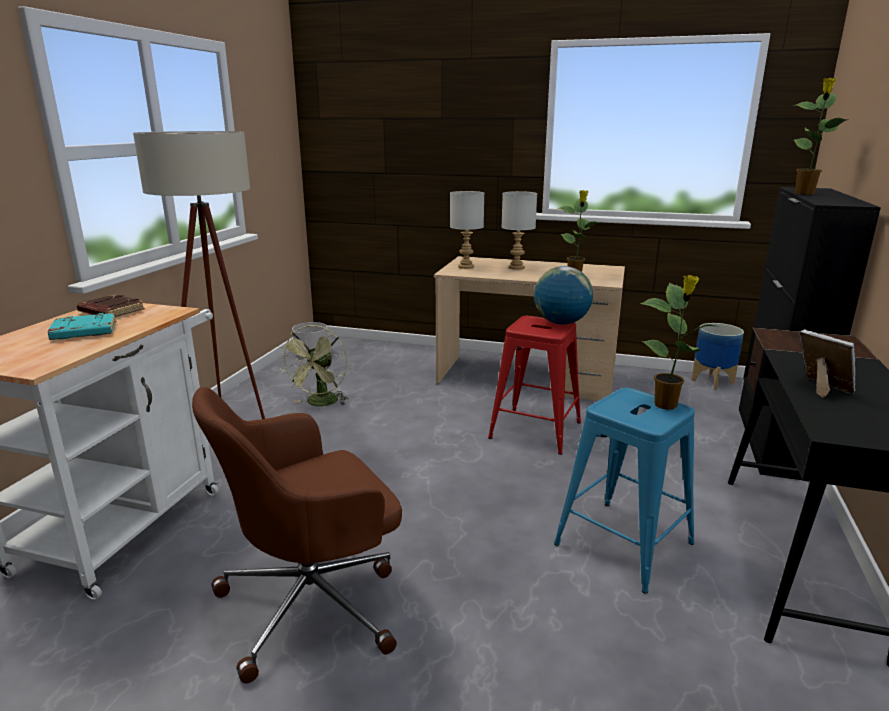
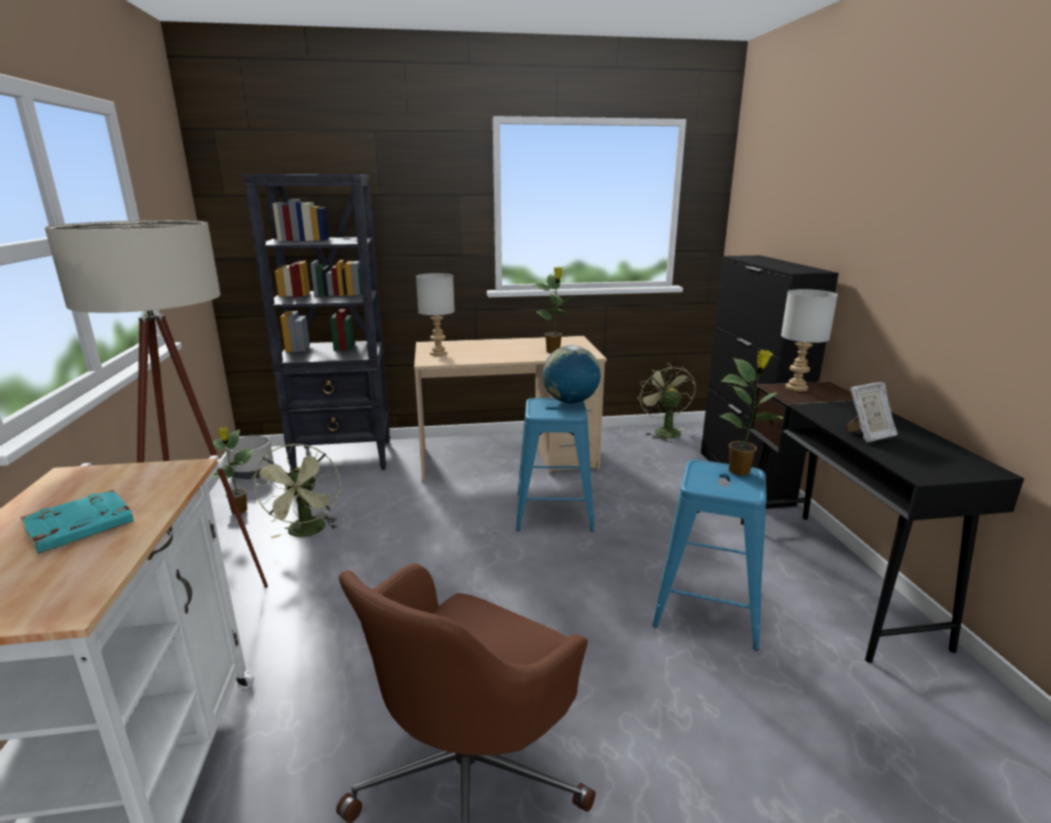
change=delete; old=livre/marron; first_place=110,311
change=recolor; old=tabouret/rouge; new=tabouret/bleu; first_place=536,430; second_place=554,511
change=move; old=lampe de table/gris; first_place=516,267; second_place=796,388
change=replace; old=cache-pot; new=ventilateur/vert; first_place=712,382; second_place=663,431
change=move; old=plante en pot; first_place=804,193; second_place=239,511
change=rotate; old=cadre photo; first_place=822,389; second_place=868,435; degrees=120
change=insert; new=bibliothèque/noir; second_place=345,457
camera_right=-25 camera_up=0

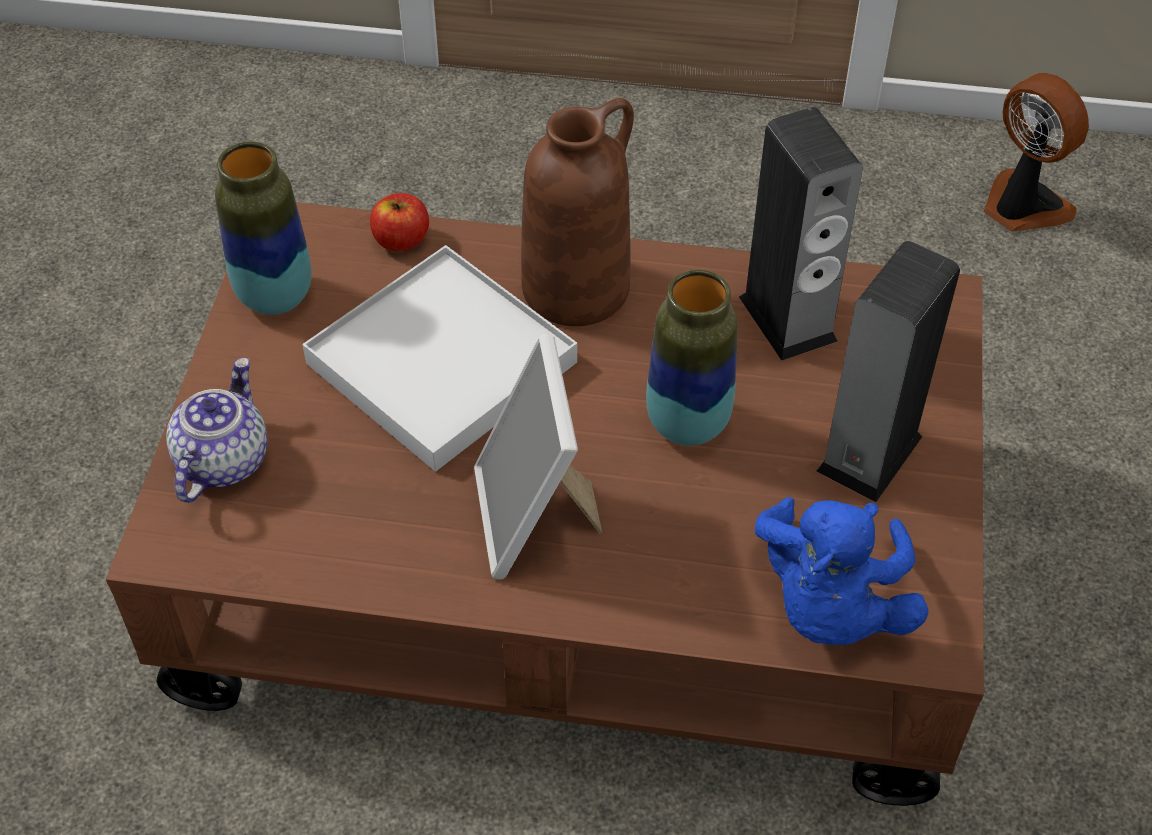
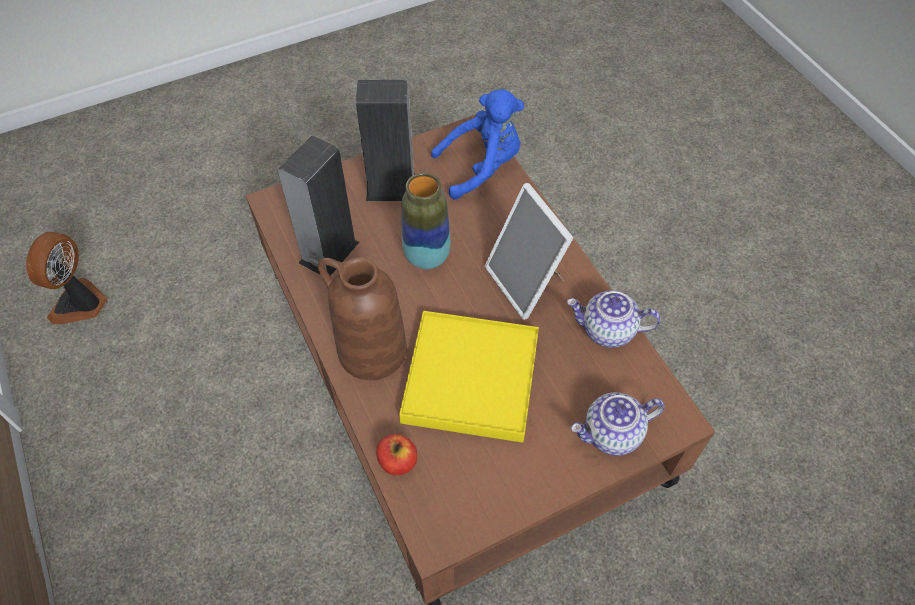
change=delete; old=vase; first_place=275,296
change=recolor; old=plateau/blanc; new=plateau/jaune; first_place=441,364; second_place=471,378
change=rotate; old=cadre photo; first_place=535,518; second_place=527,283; degrees=105
change=insert; new=théière; second_place=607,330
camera_right=-125 camera_up=5

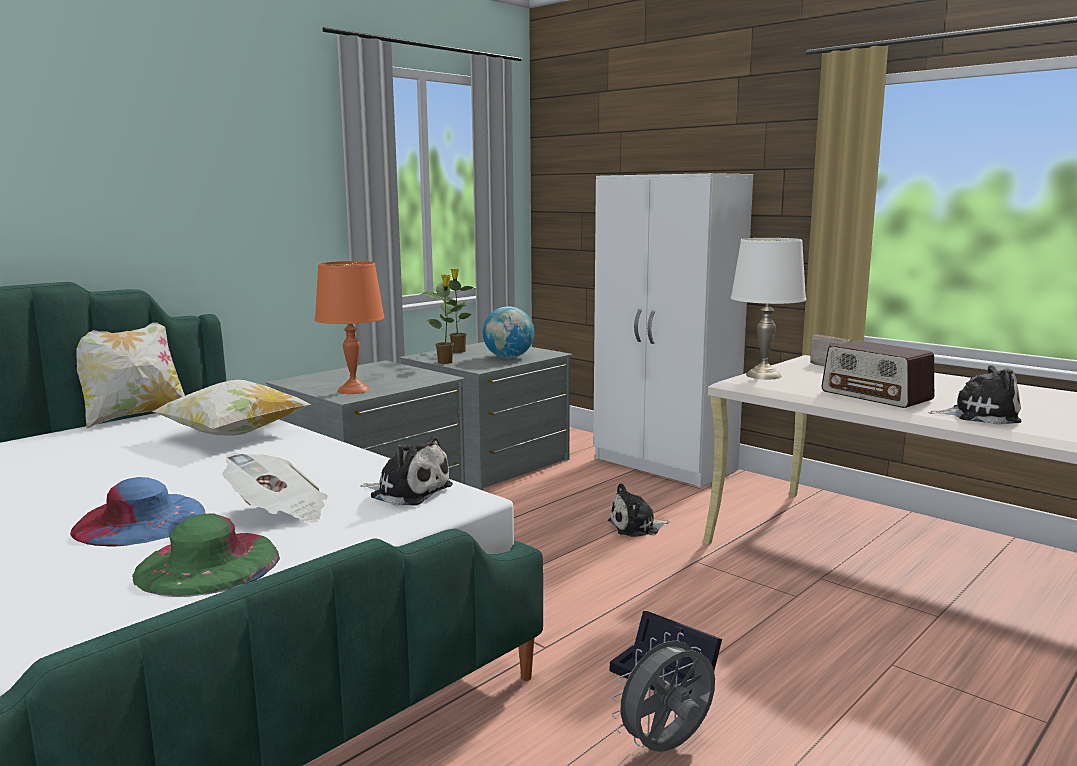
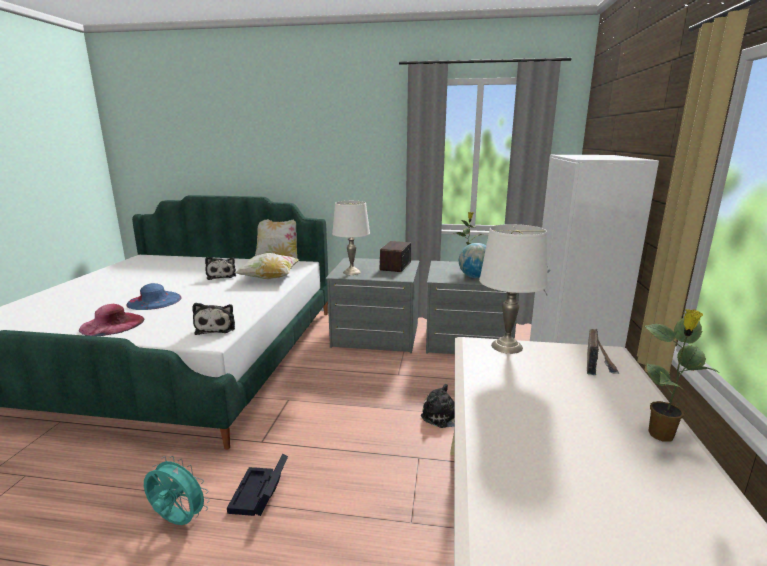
change=recolor; old=chapeau/vert; new=chapeau/rose; first_place=208,564; second_place=112,324
change=delete; old=journal; first_place=279,512
change=recolor; old=lampe de table/orange; new=lampe de table/blanc; first_place=353,390; second_place=351,272
change=move; old=plante en pot; first_place=446,362; second_place=661,436
change=recolor; old=ventilateur/gris; new=ventilateur/turquoise; first_place=667,748; second_place=178,521
change=move; old=radio; first_place=876,396; second_place=395,266
change=move; old=peluche; first_place=980,415; second_place=221,276
camera_right=55 camera_up=5

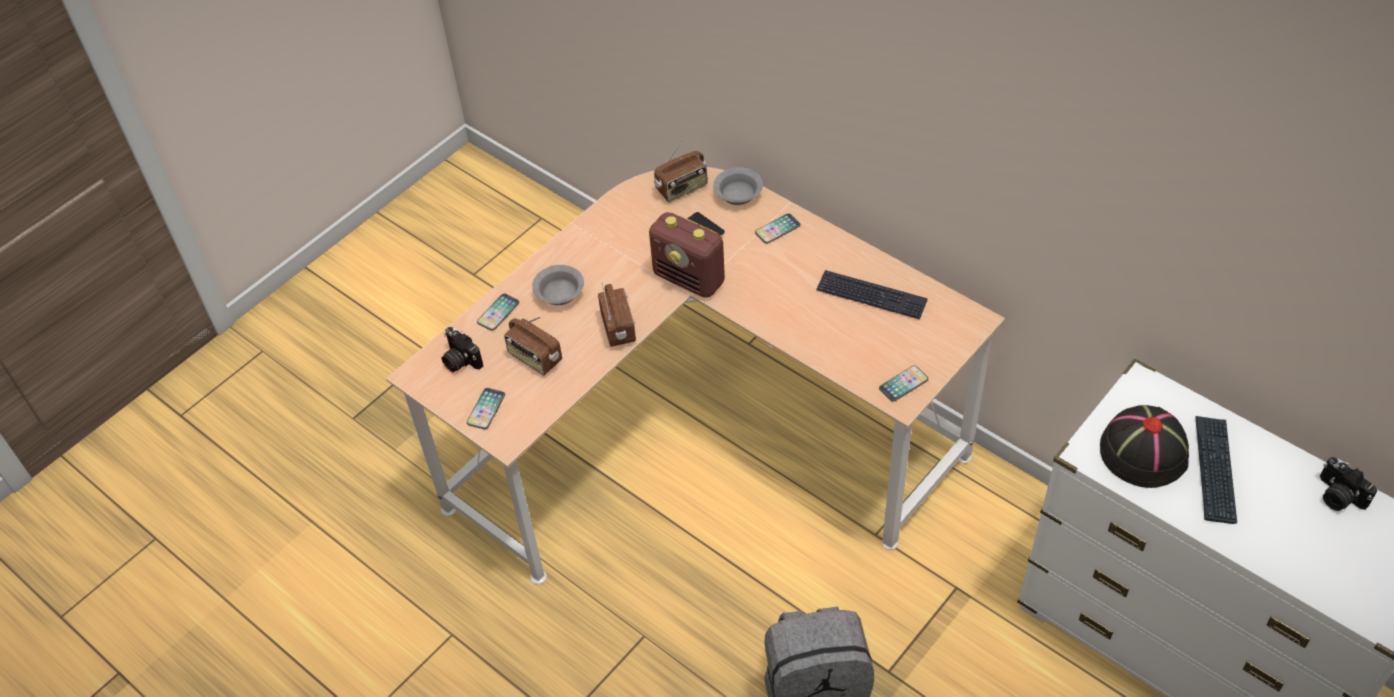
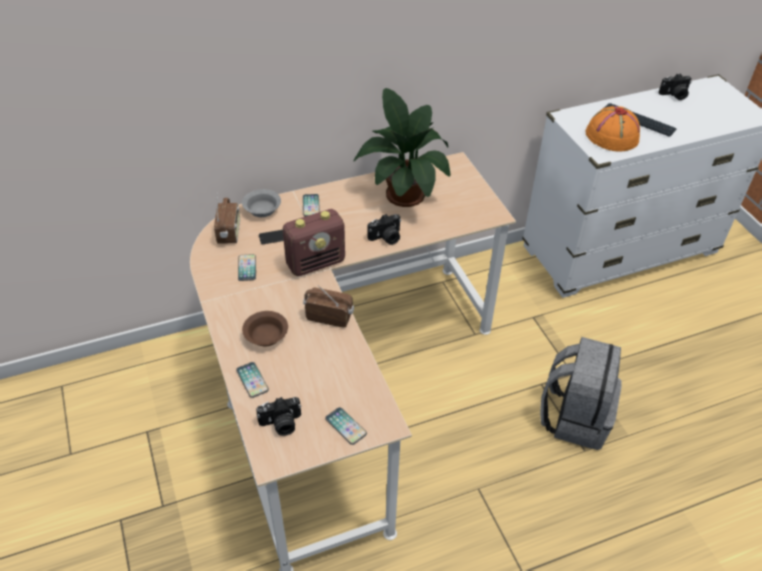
change=delete; old=radio; first_place=534,359
change=recolor; old=bol/gris; new=bol/marron; first_place=558,293; second_place=265,336
change=replace; old=clavier; new=plante en pot; first_place=871,296; second_place=403,192
change=move; old=téléphone; first_place=903,384; second_place=247,268
change=recolor; old=chapeau/noir; new=chapeau/orange; first_place=1143,451; second_place=611,136
change=insert; new=appareil photo; second_place=386,238
camera_right=-65 camera_up=-5

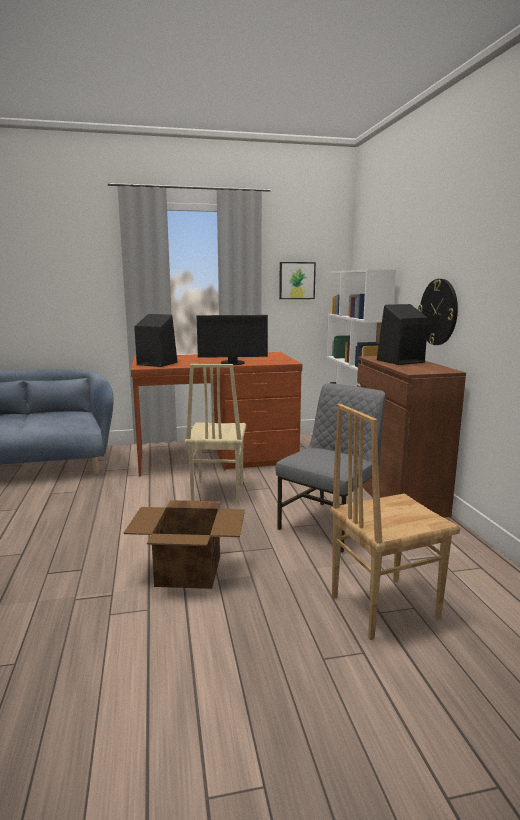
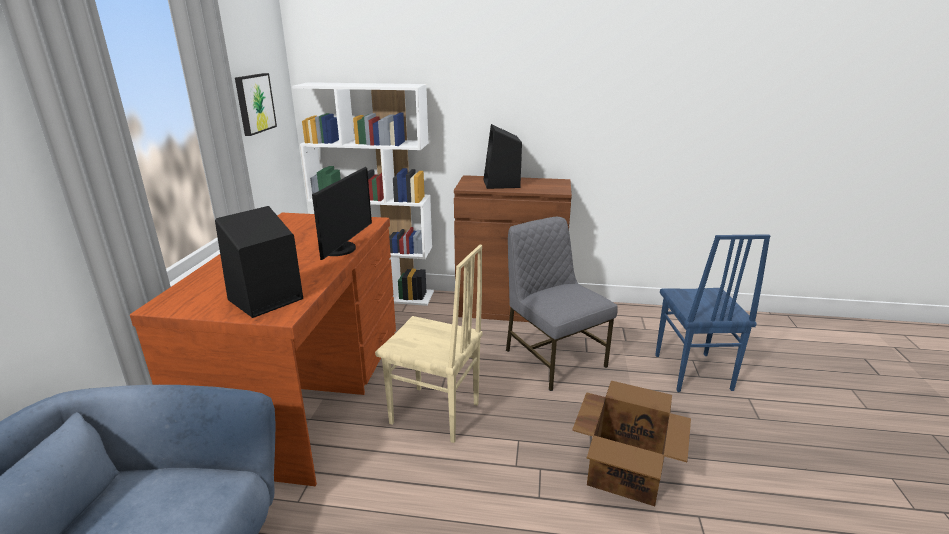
change=recolor; old=chaise/marron; new=chaise/bleu; first_place=382,606; second_place=691,372
change=delete; old=horloge murale; first_place=438,312
camera_right=-70 camera_up=10

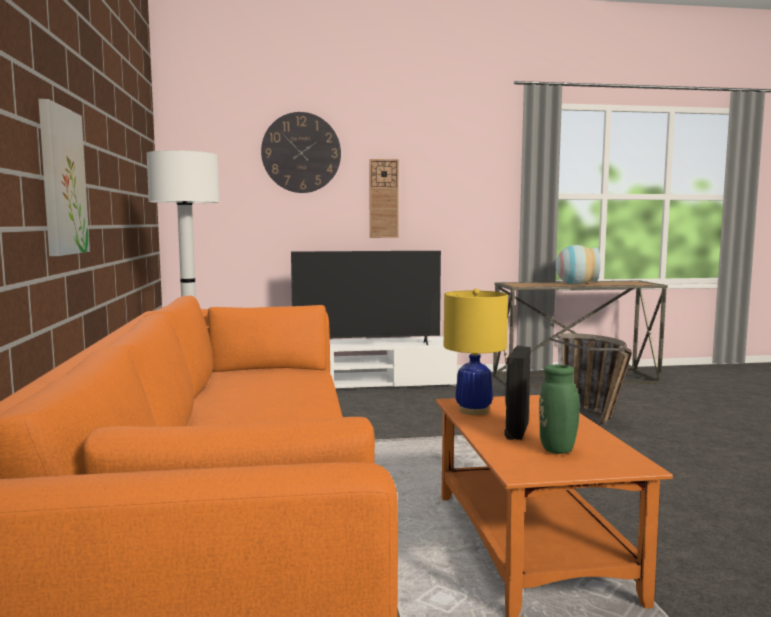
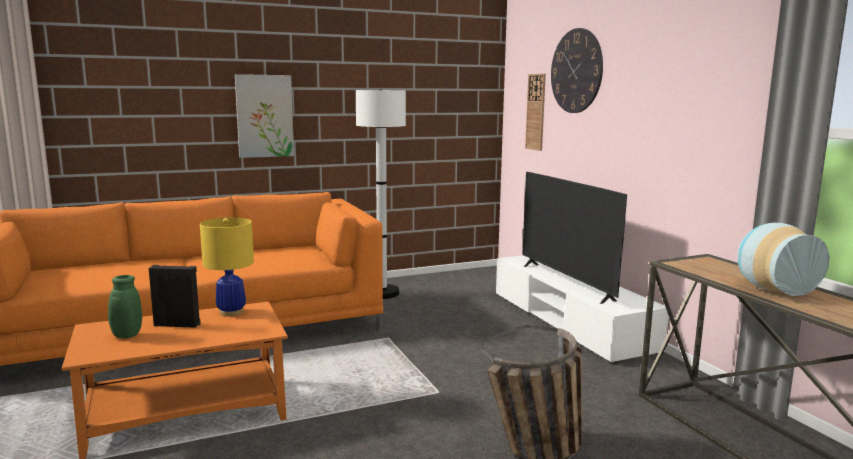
change=move; old=horloge murale; first_place=383,198; second_place=536,112
camera_right=75 camera_up=5

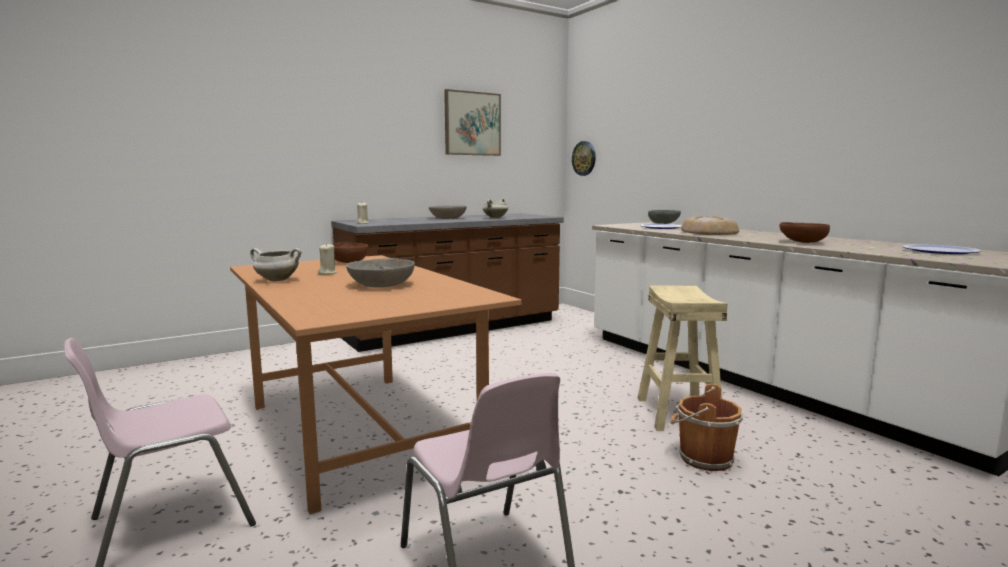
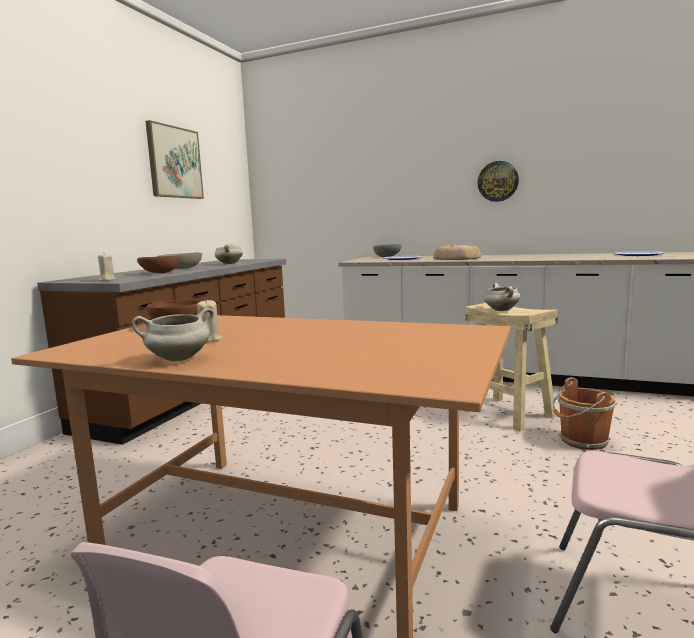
change=delete; old=bol/gris; first_place=381,285
change=move; old=horloge murale; first_place=584,158; second_place=498,181
change=move; old=bol/marron; first_place=802,242; second_place=159,273
change=insert; new=marmite/blanc; second_place=501,310
camera_right=-35 camera_up=0

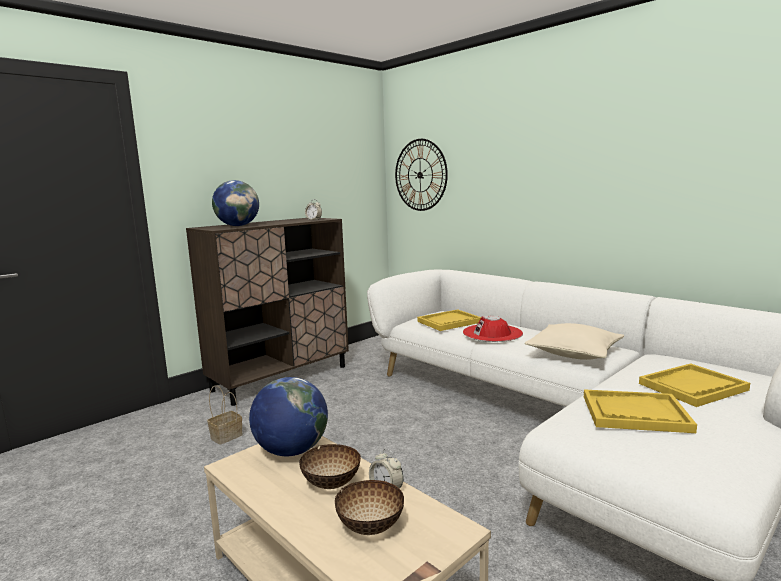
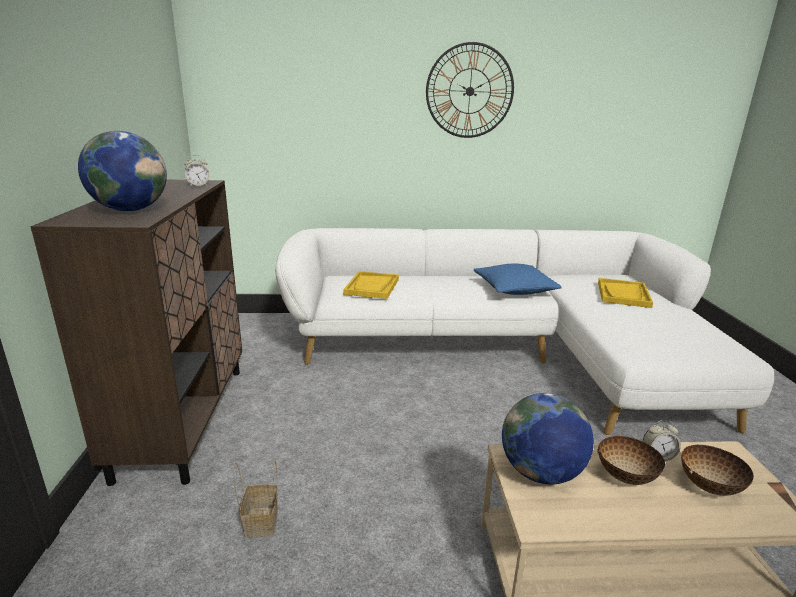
change=move; old=horloge murale; first_place=420,175; second_place=469,91
change=delete; old=chapeau/rouge; first_place=492,333
change=recolor; old=coussin/beige; new=coussin/bleu; first_place=574,353; second_place=514,289
change=delete; old=plateau/jaune; first_place=635,413
camera_right=-50 camera_up=10

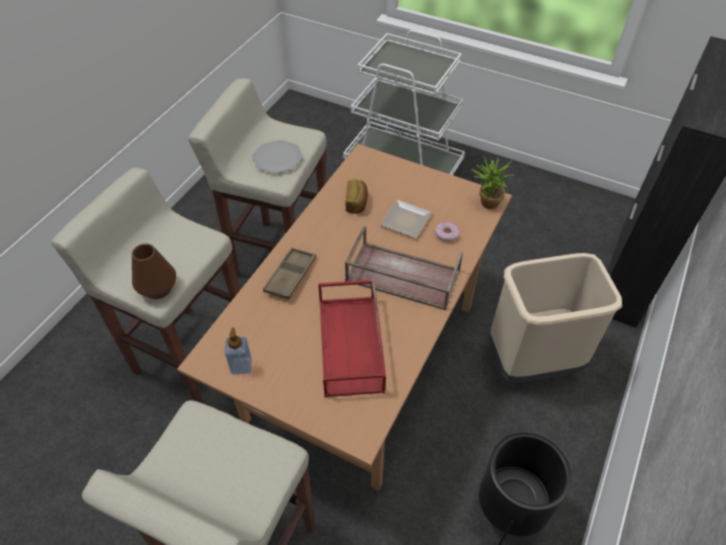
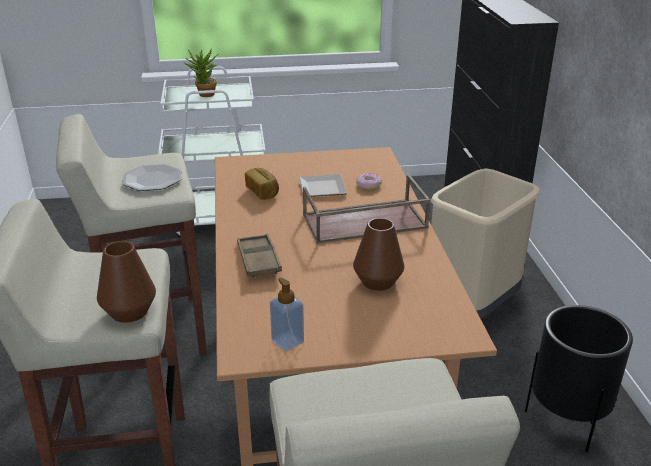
change=replace; old=plateau/rouge; new=vase/marron; first_place=352,345; second_place=378,281
change=move; old=plante en pot; first_place=486,204; second_place=204,95
camera_right=-35 camera_up=-20

